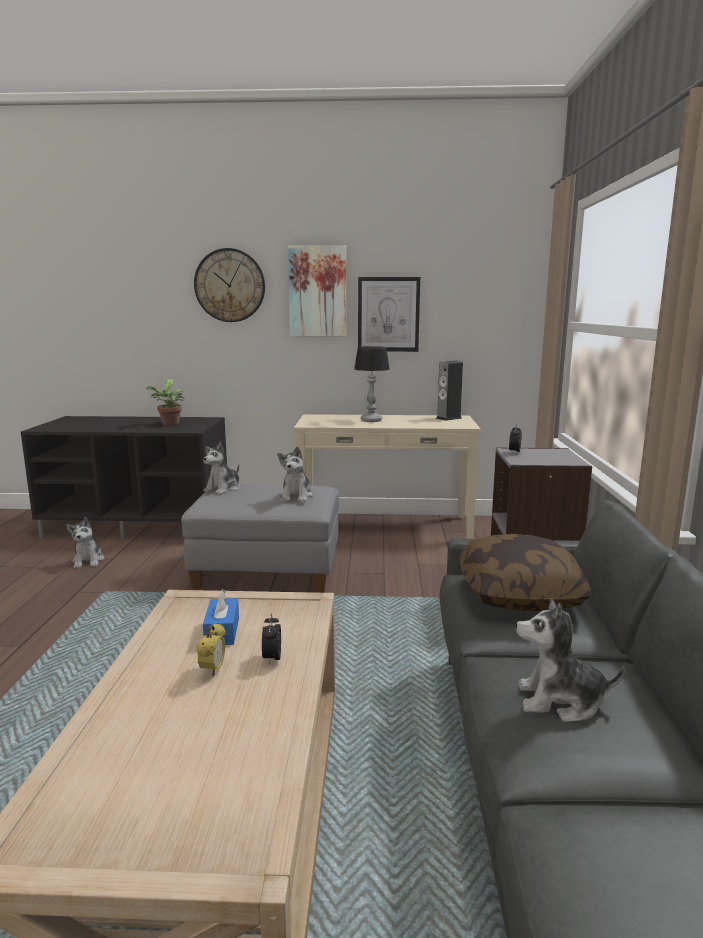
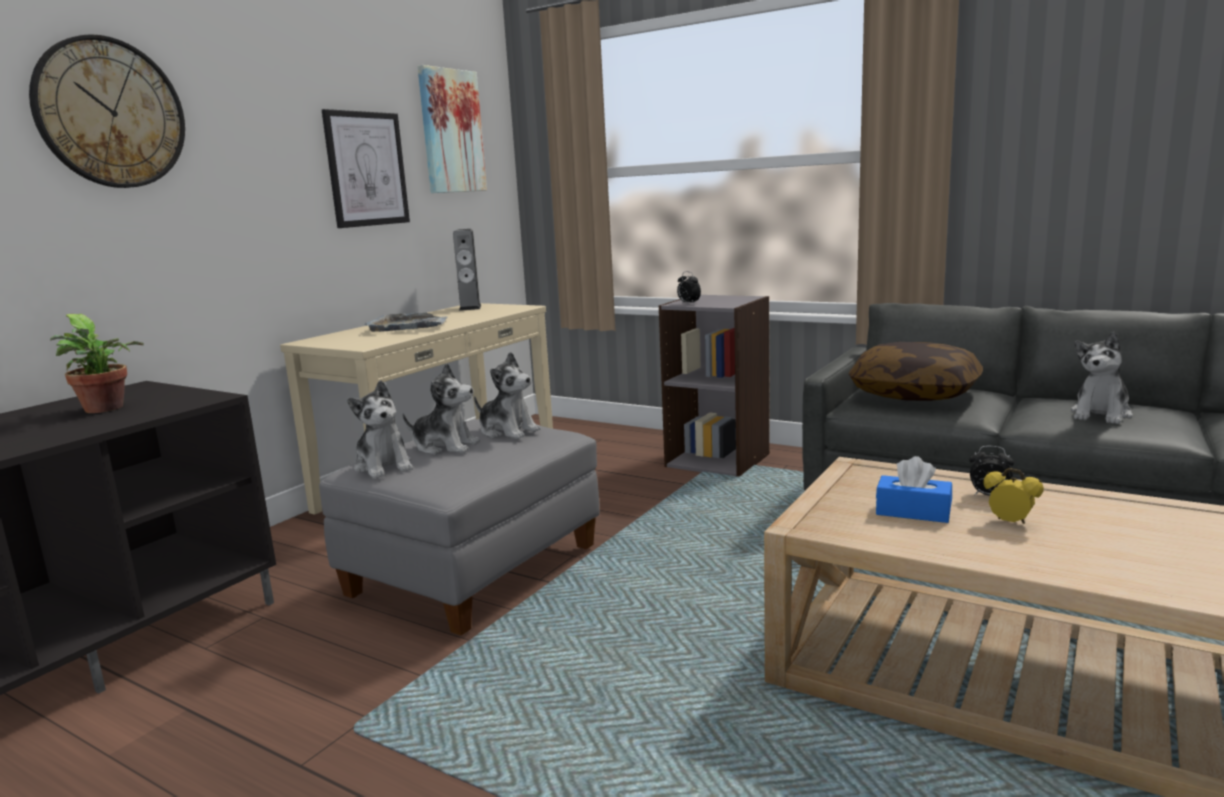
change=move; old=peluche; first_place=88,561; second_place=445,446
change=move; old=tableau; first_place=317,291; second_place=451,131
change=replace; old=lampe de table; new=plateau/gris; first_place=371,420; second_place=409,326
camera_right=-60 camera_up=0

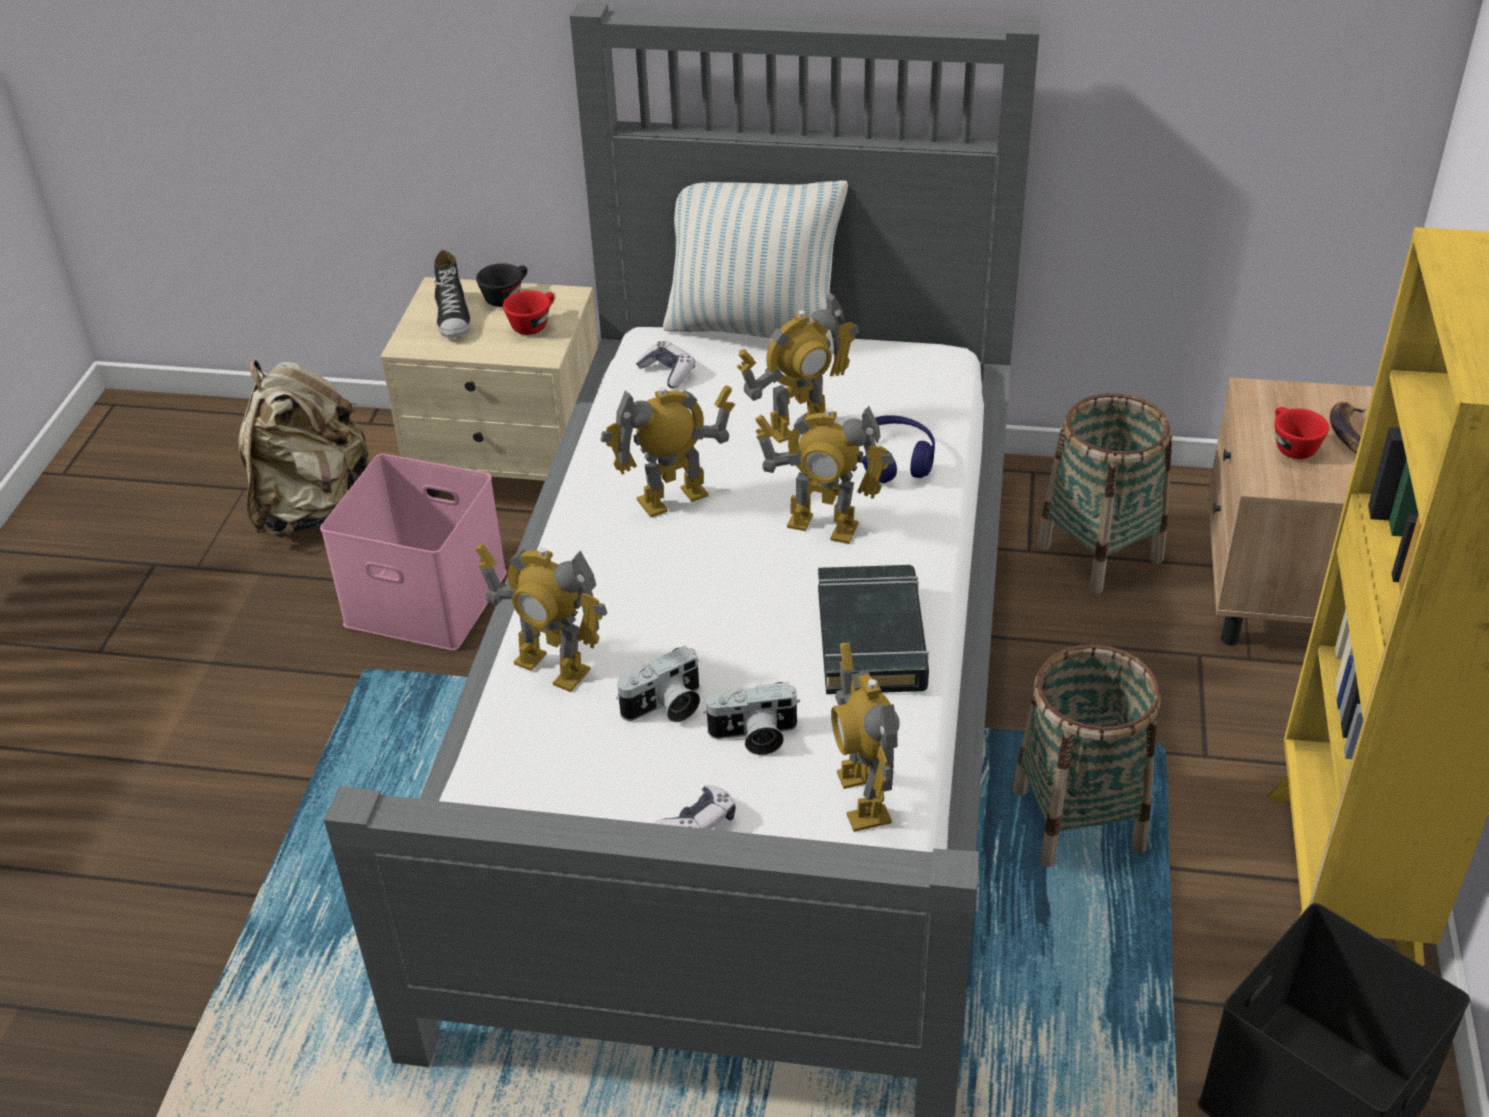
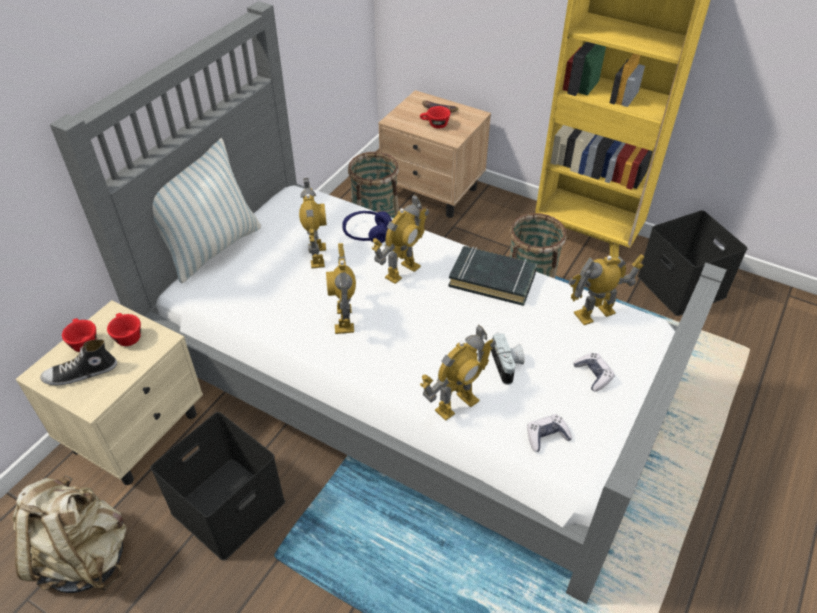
change=recolor; old=boîte de rangement/rose; new=boîte de rangement/noir; first_place=430,597; second_place=228,504
change=rotate; old=chaussure; first_place=453,317; second_place=81,373; degrees=150
change=recolor; old=tasse/noir; new=tasse/rouge; first_place=506,297; second_place=83,342
change=move; old=manette; first_place=668,372; second_place=546,436
change=delete; old=appareil photo; first_place=754,737
change=rotate; old=robot jouet; first_place=862,798; second_place=595,314; degrees=150
camera_right=-70 camera_up=5

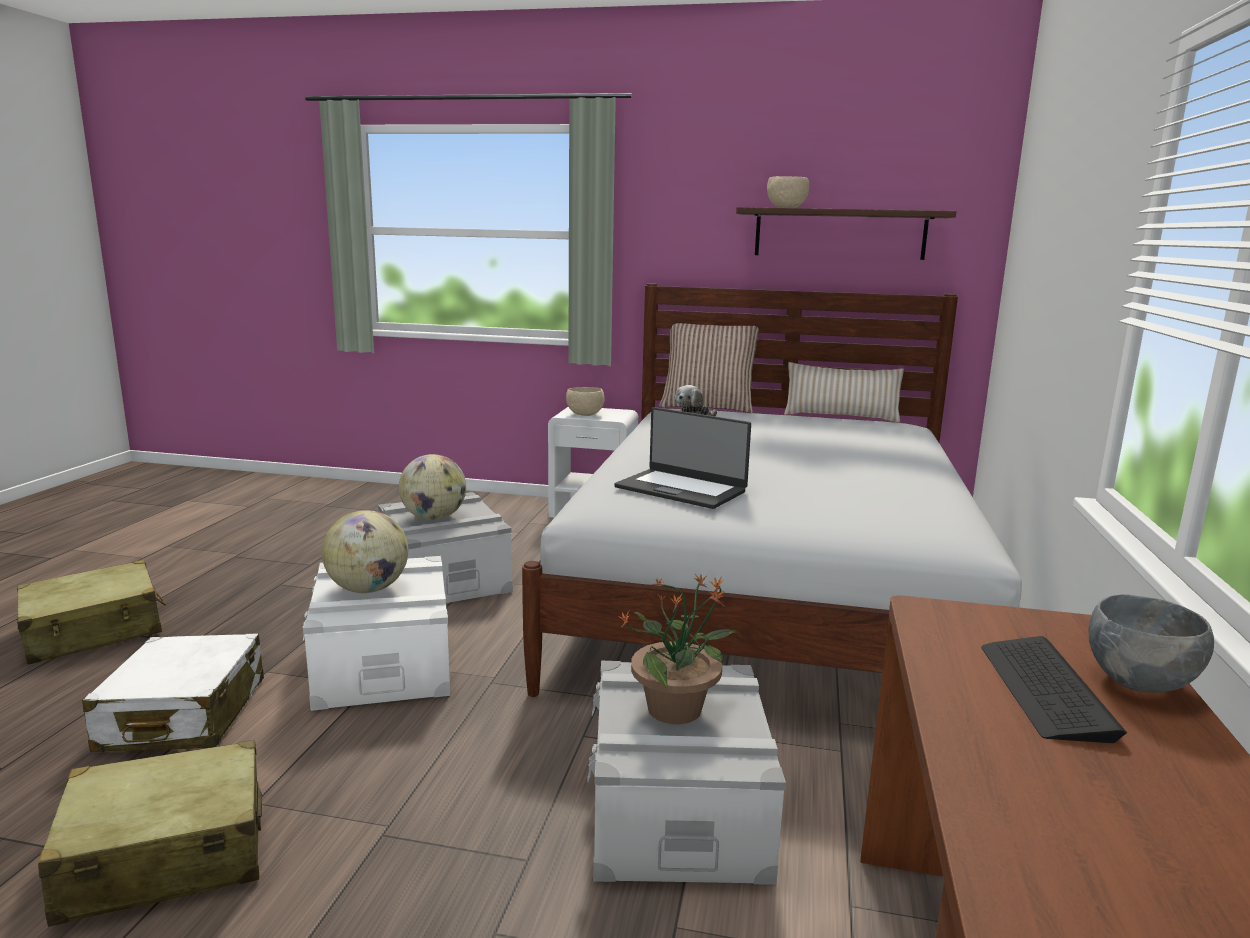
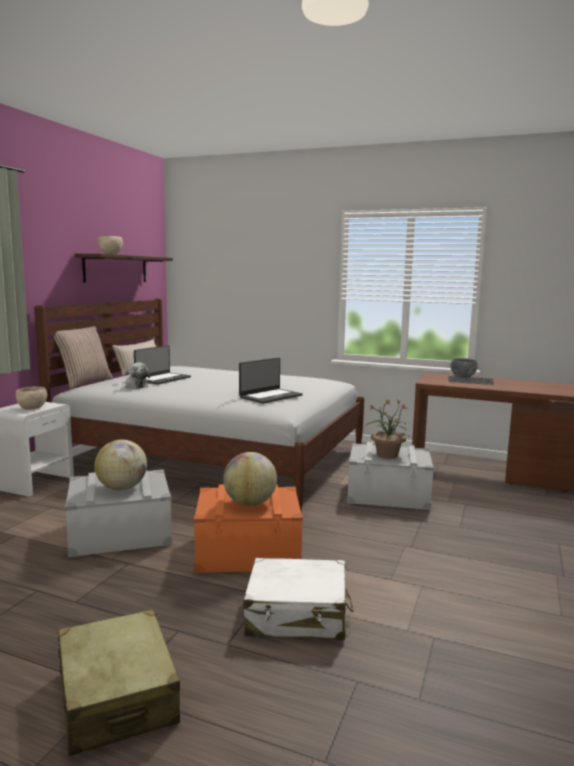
change=delete; old=valise/beige; first_place=165,855
change=recolor; old=boîte de rangement/blanc; new=boîte de rangement/orange; first_place=384,663; second_place=248,551
change=insert; new=ordinateur portable; second_place=162,379
camera_right=-80 camera_up=-5

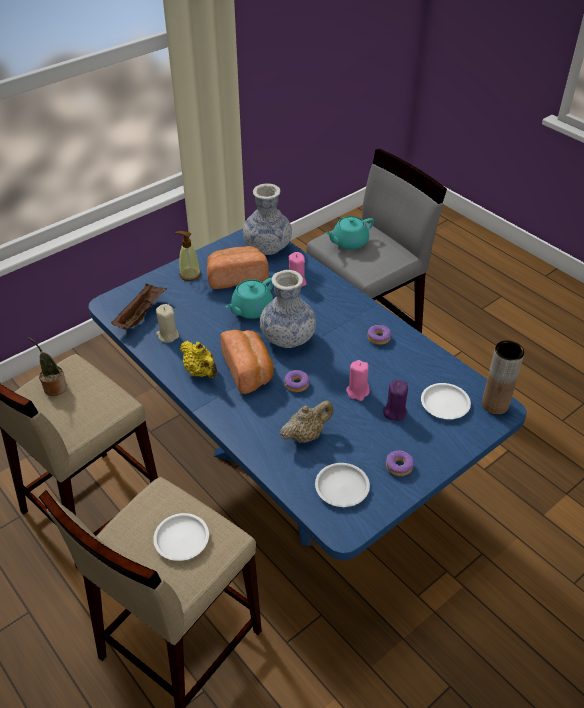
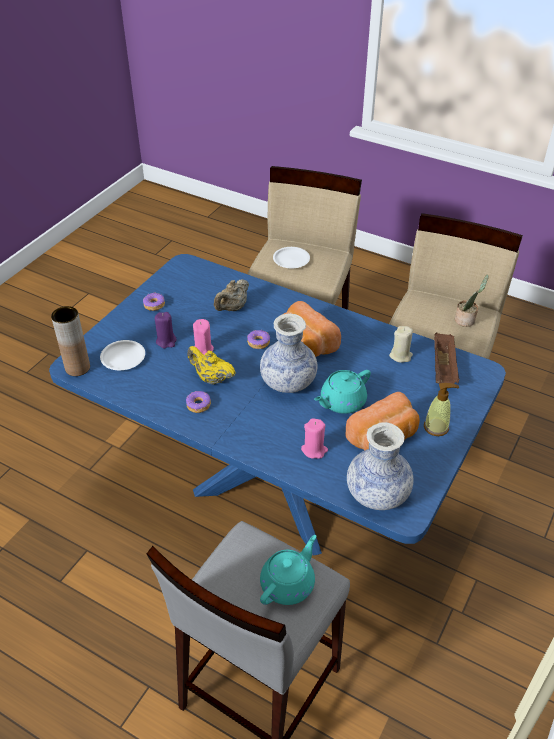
change=move; old=théière/jaune; first_place=201,372; second_place=211,378
change=rotate; old=théière/turquoise; first_place=251,310; second_place=341,402; degrees=-150
change=delete; old=assiette/blanc; first_place=342,487
camera_right=160 camera_up=0

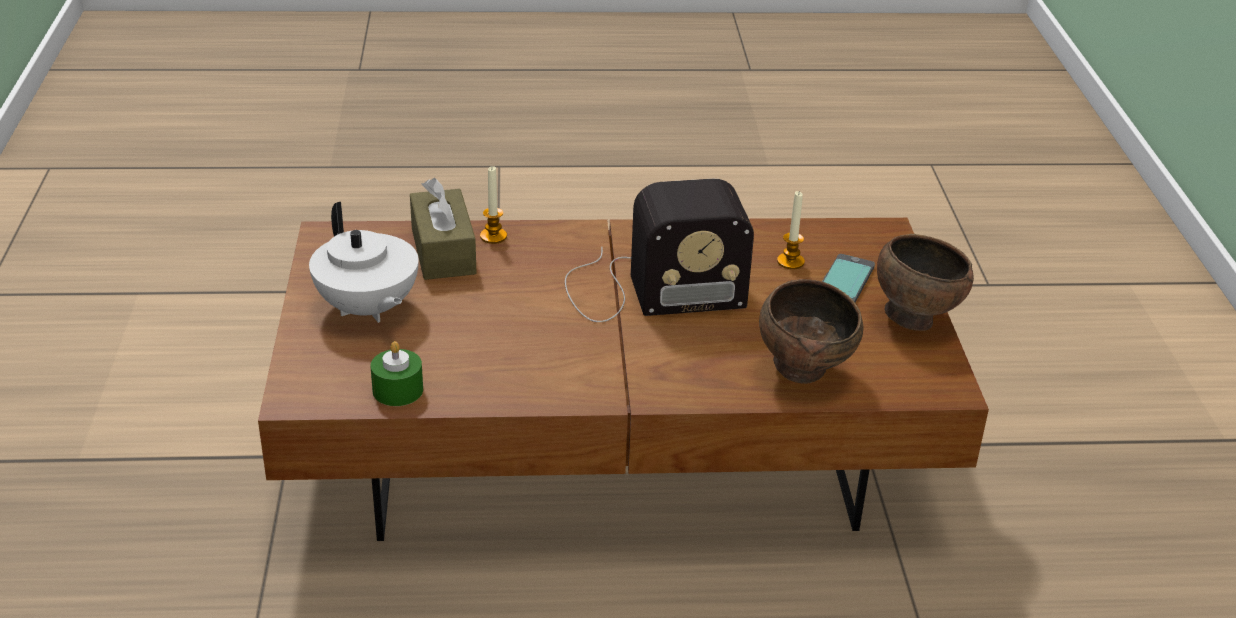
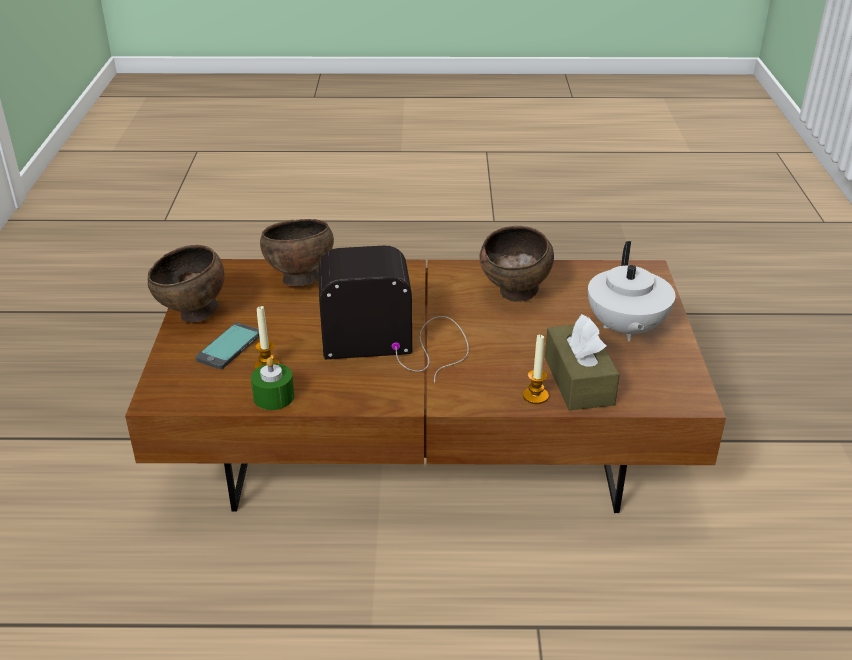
change=rotate; old=théière/blanc; first_place=367,309; second_place=625,329; degrees=-150
change=move; old=bougie/vert; first_place=398,390; second_place=273,397
change=insert; new=bol/marron; second_place=515,295
camera_right=-175 camera_up=0

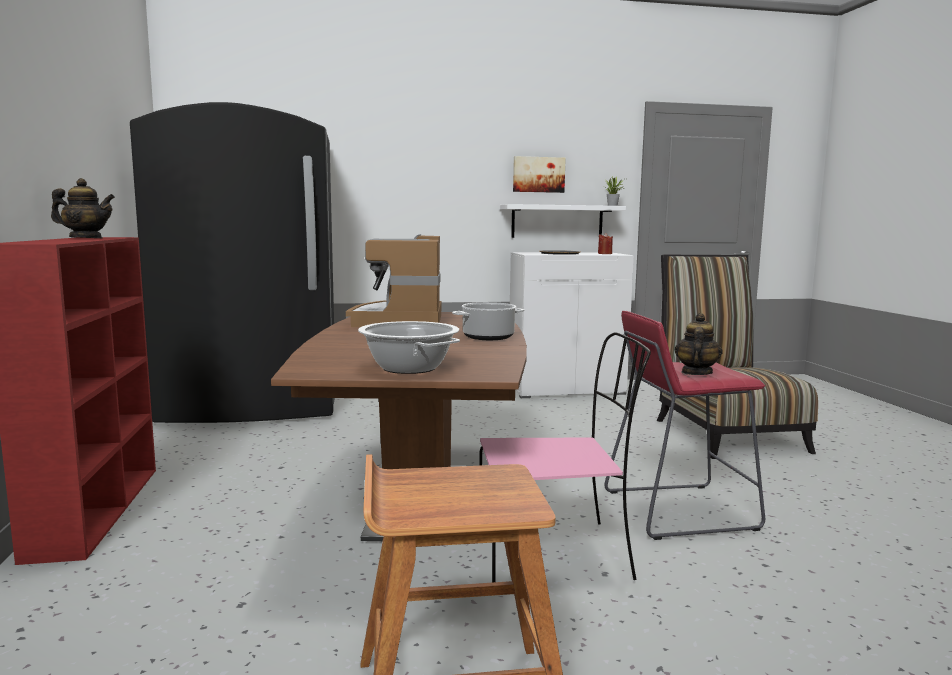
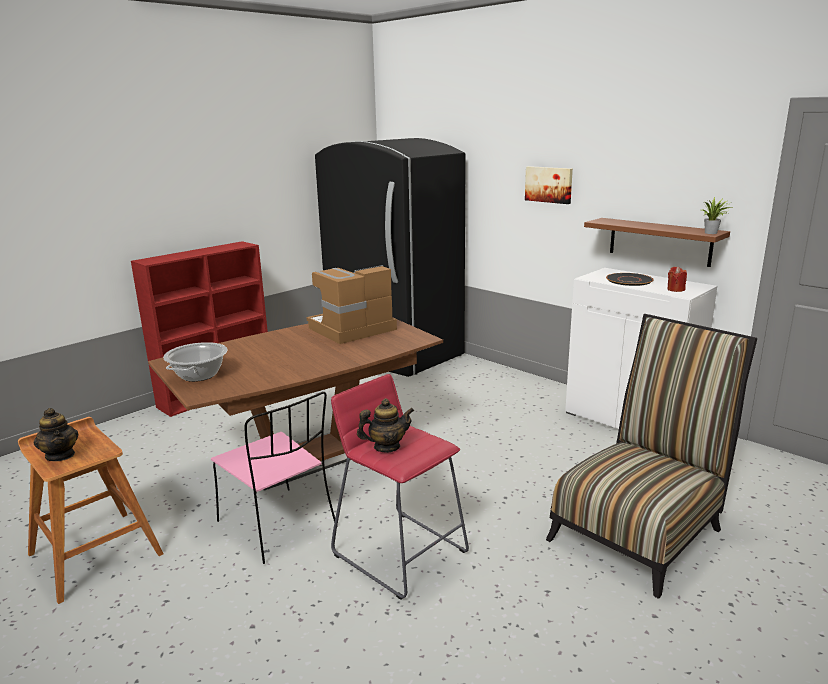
change=move; old=théière; first_place=86,238; second_place=60,455
change=delete; old=marmite; first_place=488,337
change=recolor; old=étagère/blanc; new=étagère/marron; first_place=557,221; second_place=659,241
change=move; old=tableau; first_place=538,174; second_place=549,184
camera_right=55 camera_up=10

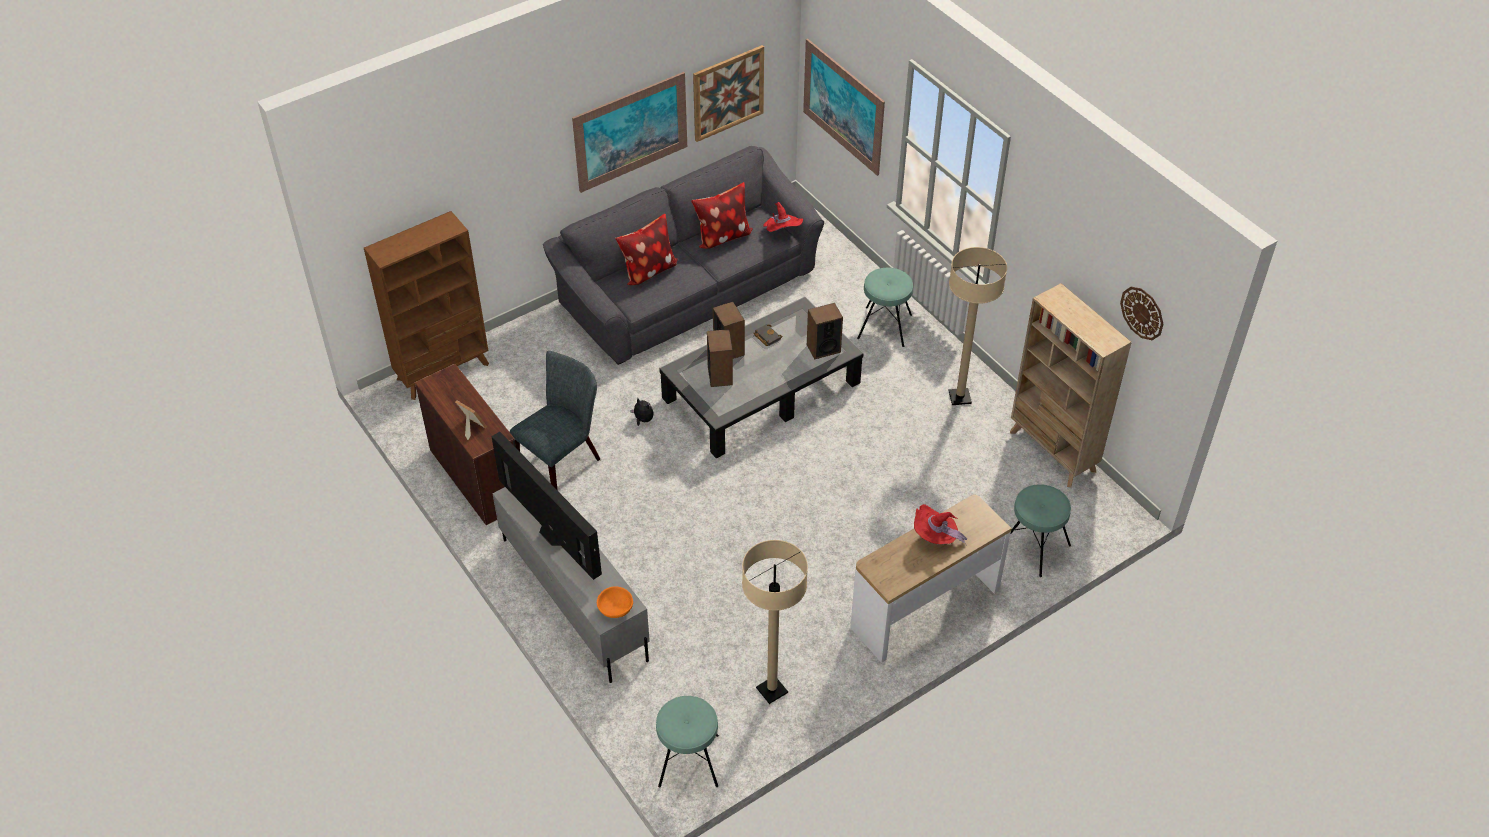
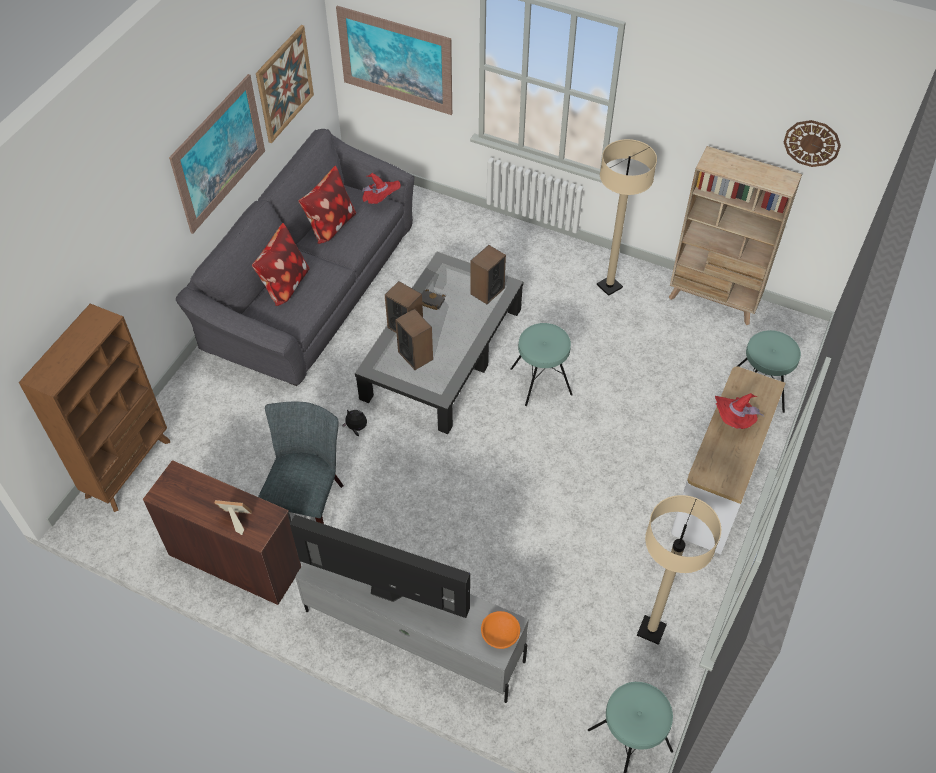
change=move; old=tabouret/turquoise; first_place=884,326; second_place=541,381
camera_right=-30 camera_up=5

